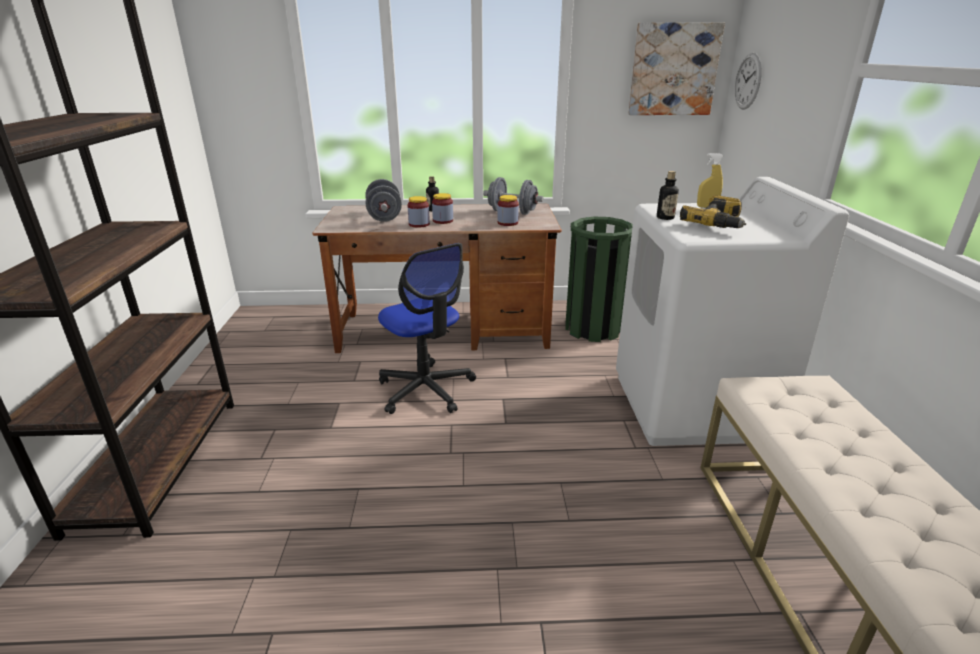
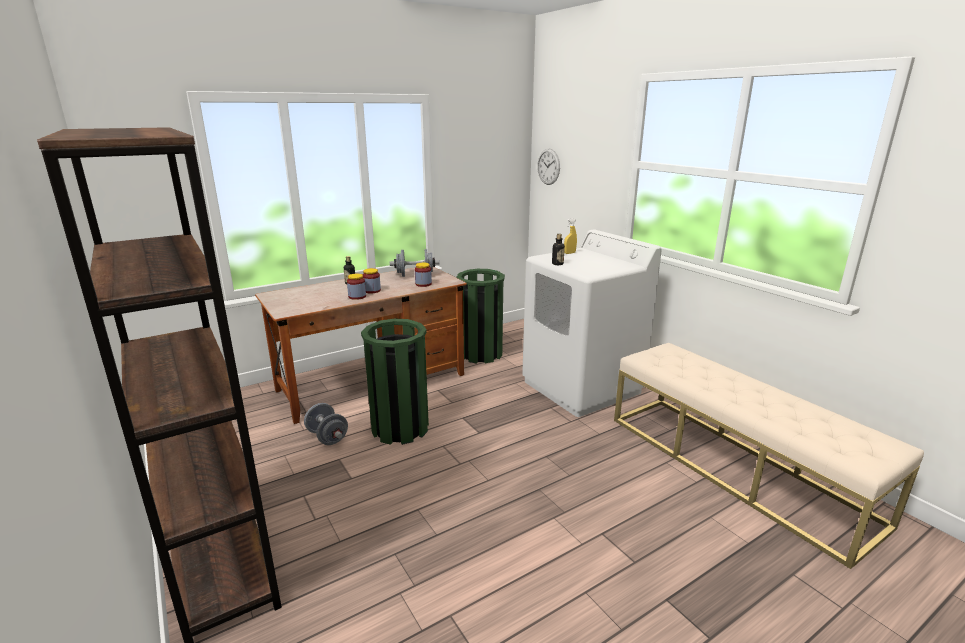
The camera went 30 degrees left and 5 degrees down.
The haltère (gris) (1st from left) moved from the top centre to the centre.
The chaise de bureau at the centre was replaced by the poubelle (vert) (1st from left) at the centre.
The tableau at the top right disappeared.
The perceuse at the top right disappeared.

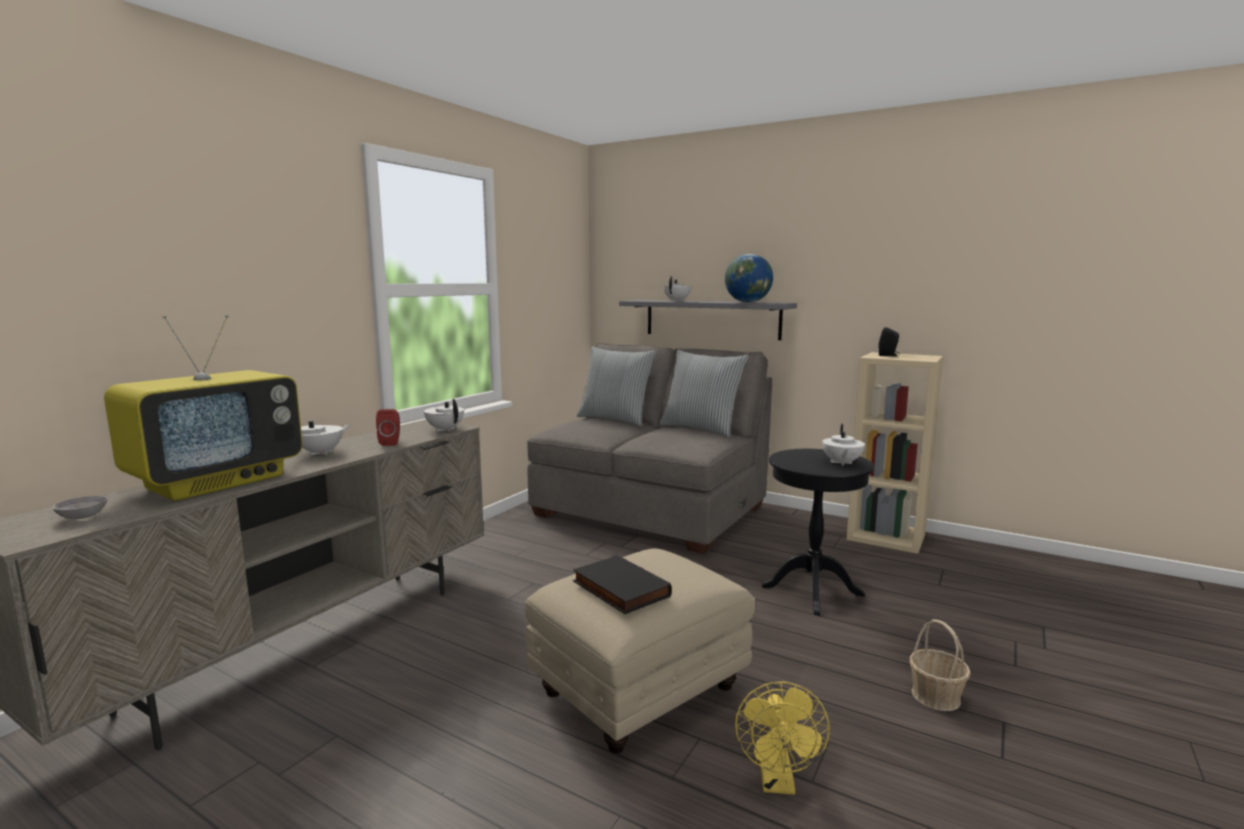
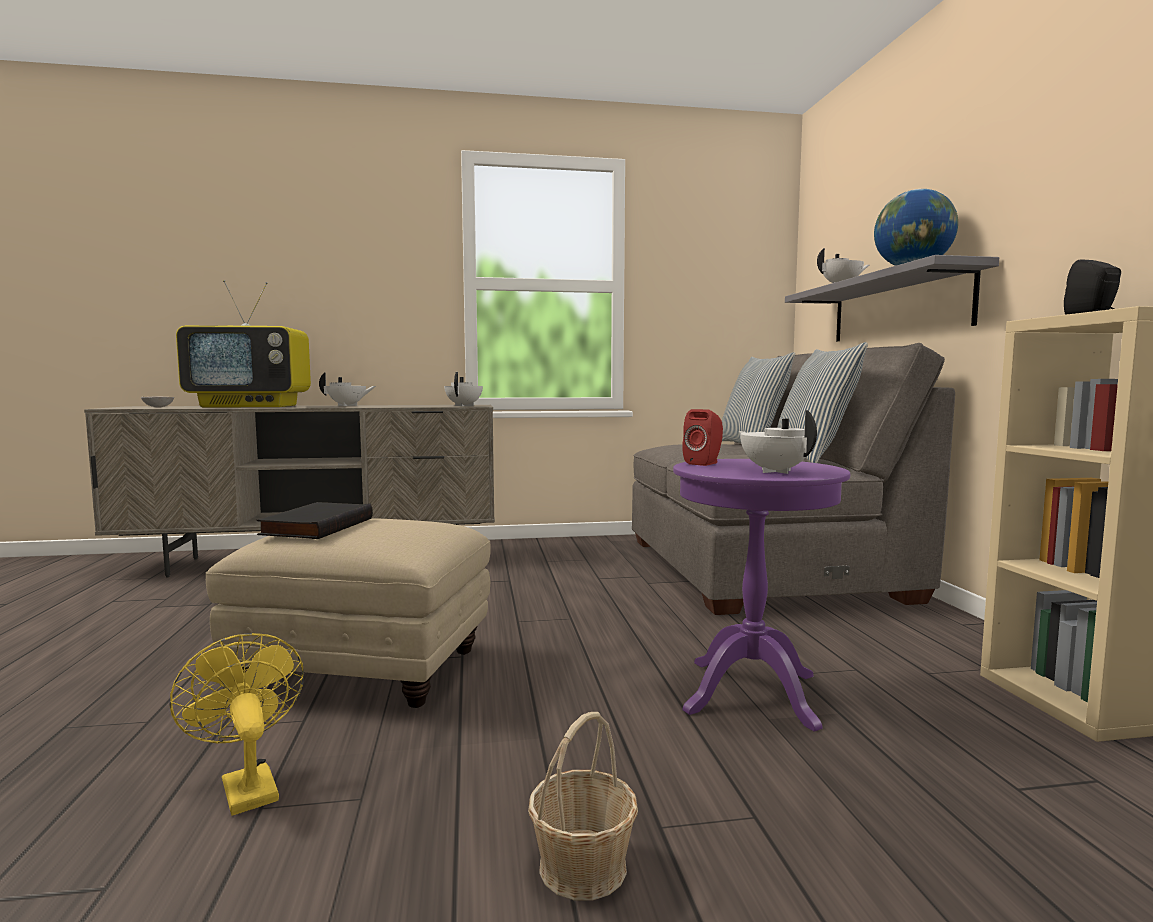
The camera went 50 degrees right and 5 degrees down.
The ventilateur (jaune) at the bottom centre turned 90 degrees clockwise.
The table d'appoint (noir) at the centre became the table d'appoint (violet) at the centre.
The enceinte (rouge) moved from the middle left to the centre.
The théière (blanc) (4th from left in the first image) at the middle right turned 90 degrees clockwise.

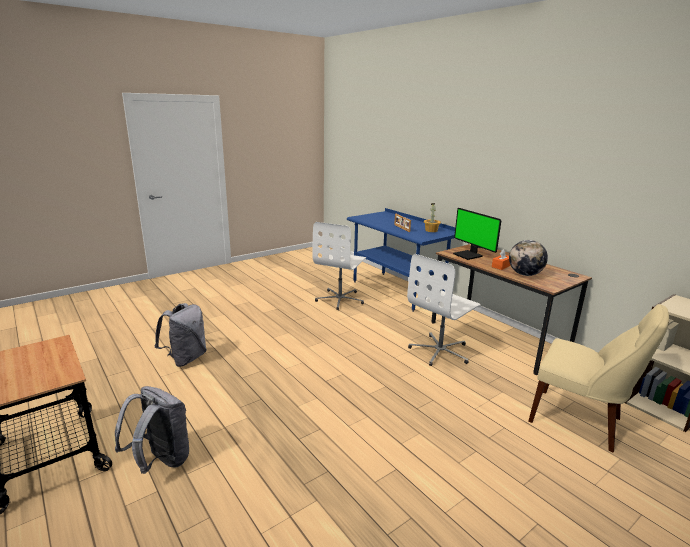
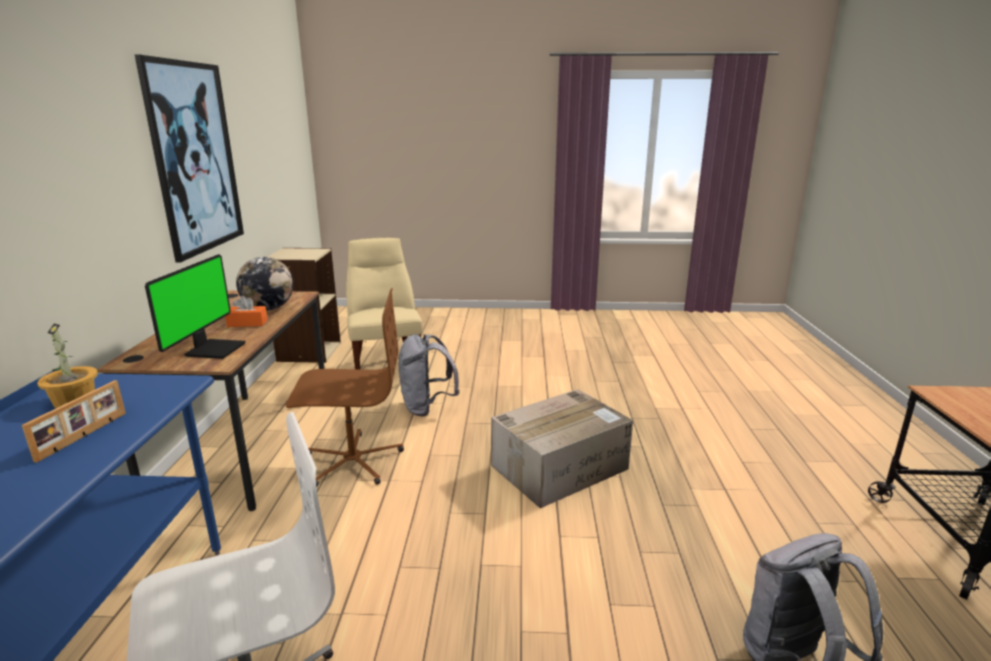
The camera went 140 degrees left and 0 degrees up.
The tableau at the top left appeared.
The chaise de bureau (blanc) (2nd from left) at the centre became the chaise de bureau (marron) at the centre.
The sac à dos (gris) (1st from left) moved from the bottom left to the centre.
The carton at the bottom centre appeared.

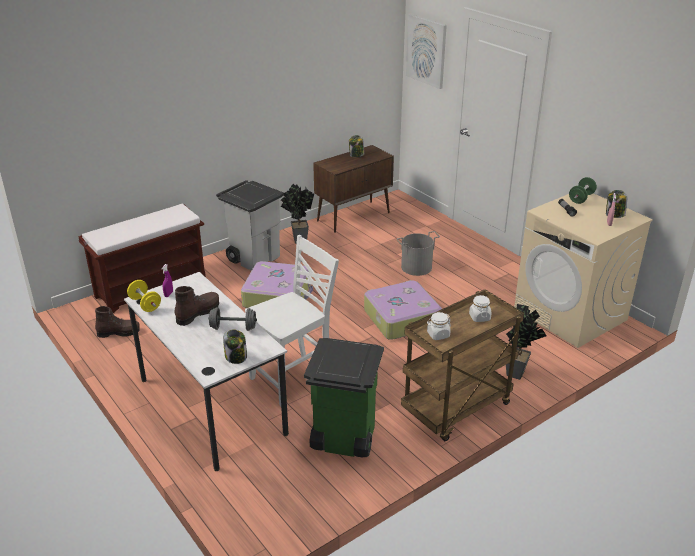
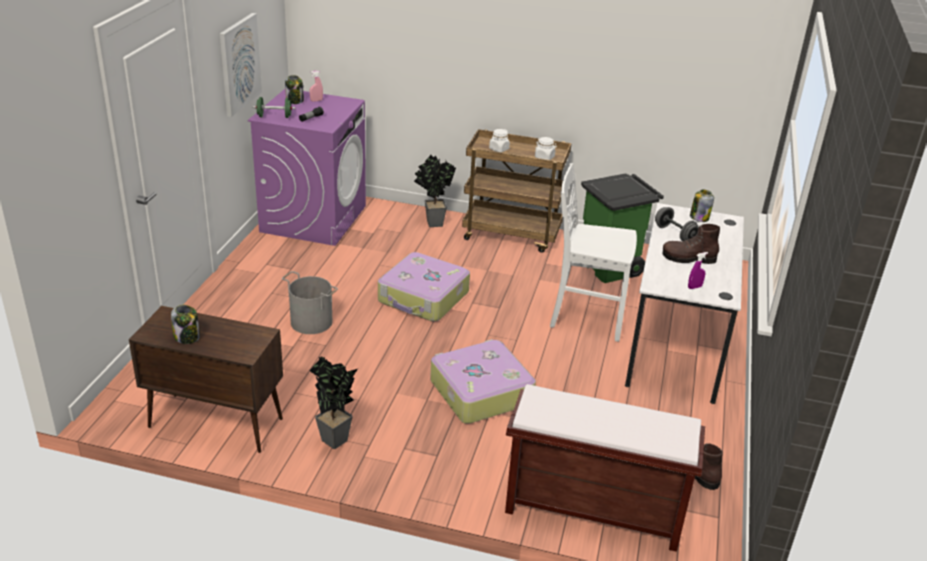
The camera went 130 degrees left and 0 degrees up.
The tableau moved from the top centre to the top left.
The lave-linge (beige) at the middle right became the lave-linge (violet) at the top left.
The haltère (jaune) at the middle left disappeared.
The poubelle (gris) at the centre disappeared.

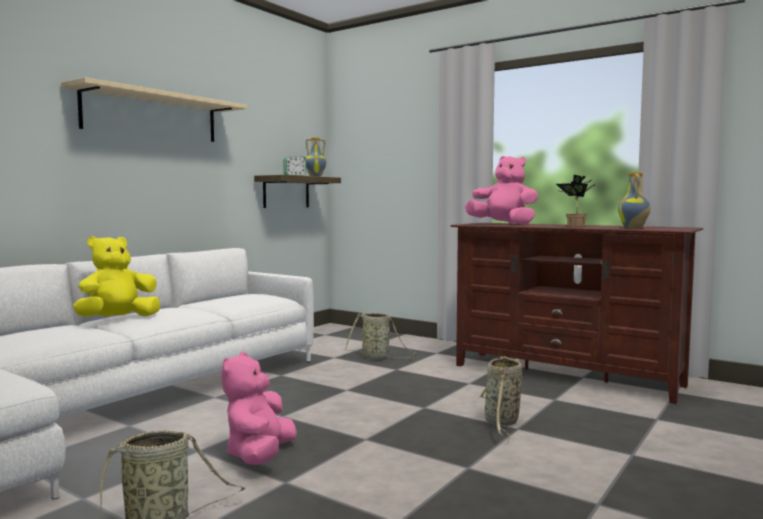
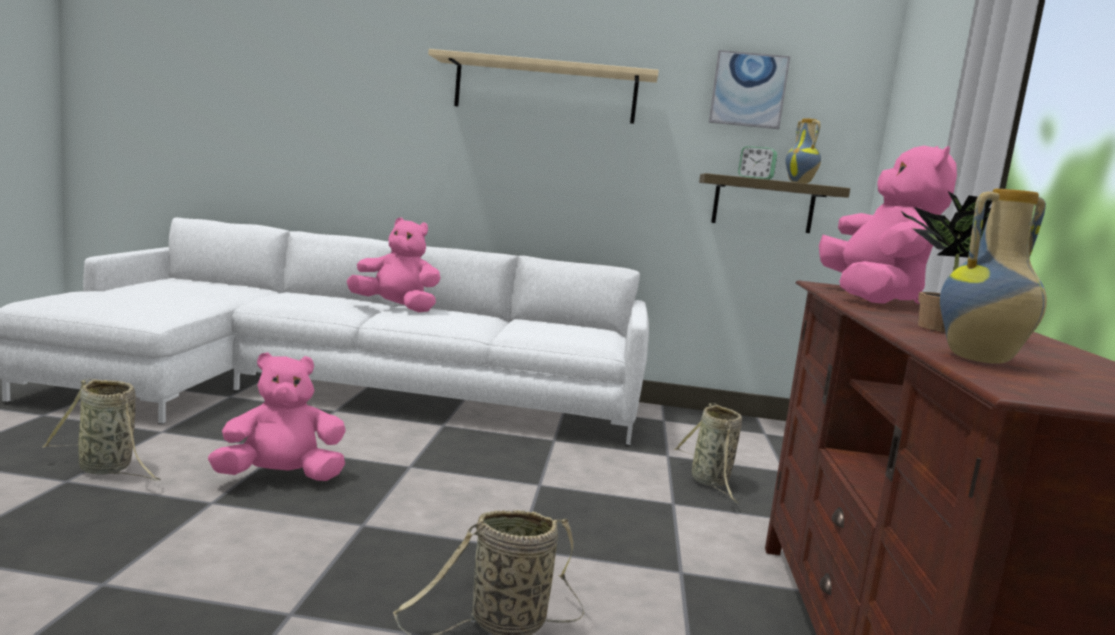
The camera went 60 degrees right and 5 degrees up.
The peluche (jaune) at the middle left became the peluche (rose) (2nd from left) at the centre.
The tableau at the top right appeared.

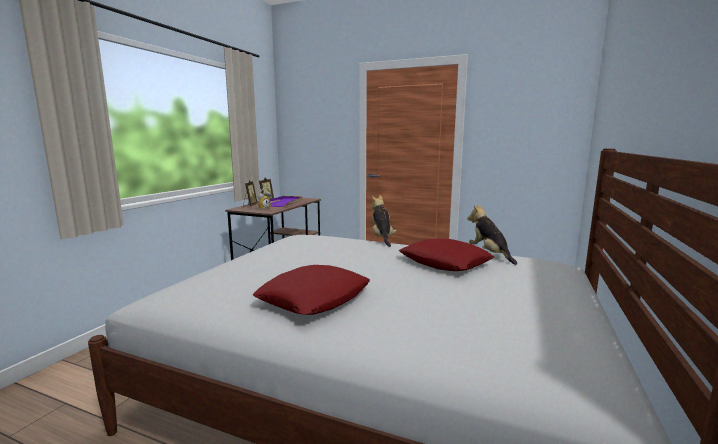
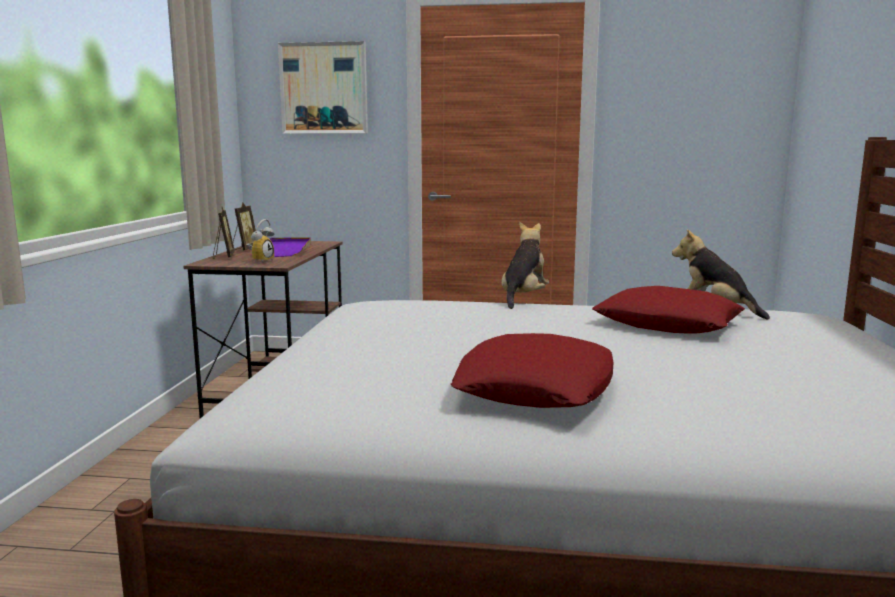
The camera went 15 degrees left and 0 degrees up.
The tableau at the top centre appeared.
The peluche (1st from left) at the centre turned 45 degrees clockwise.

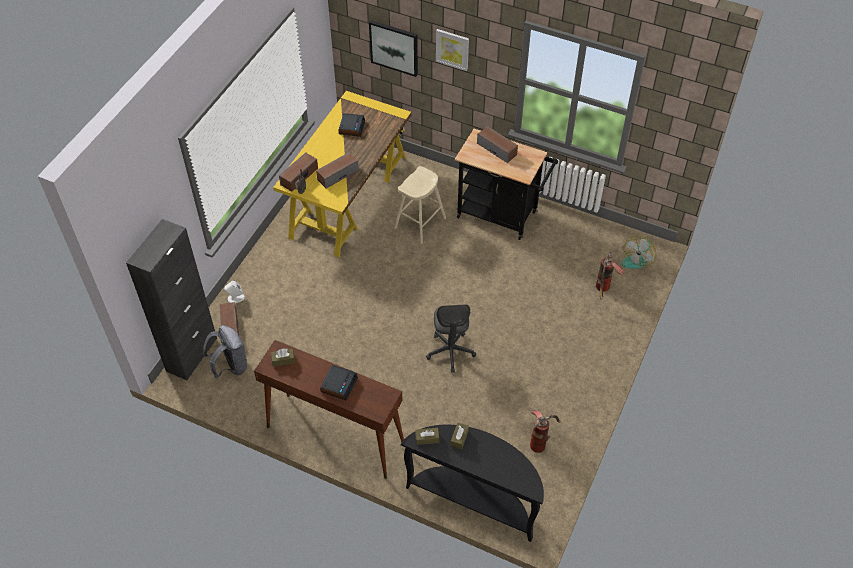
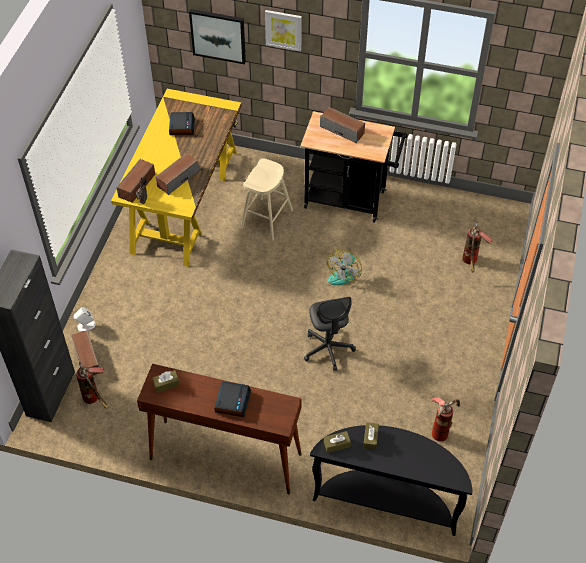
The camera went 10 degrees left and 0 degrees up.
The sac à dos (gris) at the middle left was replaced by the extincteur (1st from left) at the bottom left.
The ventilateur moved from the middle right to the centre.

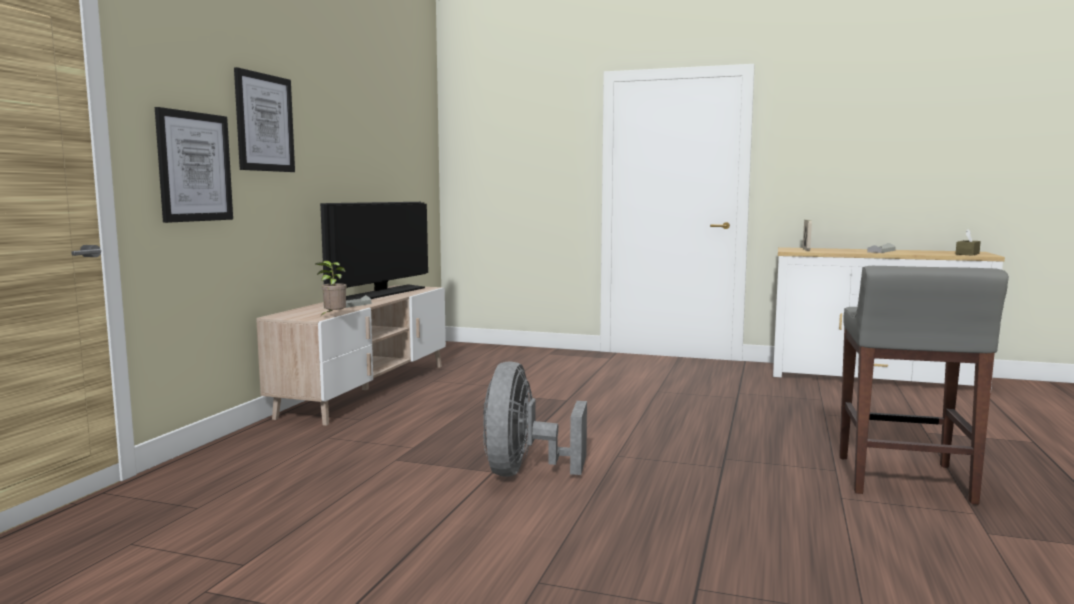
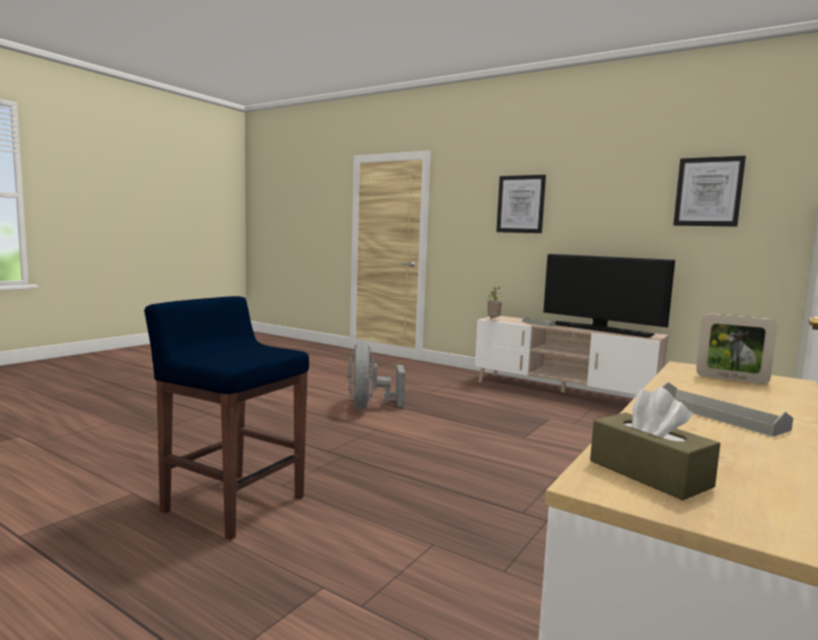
The camera went 105 degrees right and 0 degrees up.
The tabouret (gris) at the middle right became the tabouret (bleu) at the middle left.
The ventilateur (gris) at the bottom centre turned 120 degrees counterclockwise.
The tableau (1st from left in the first image) moved from the top left to the top right.

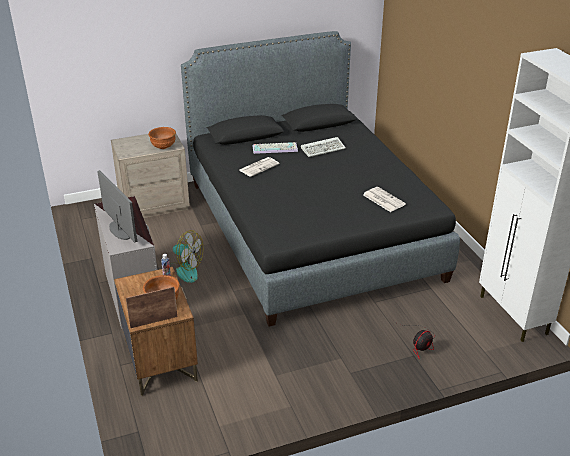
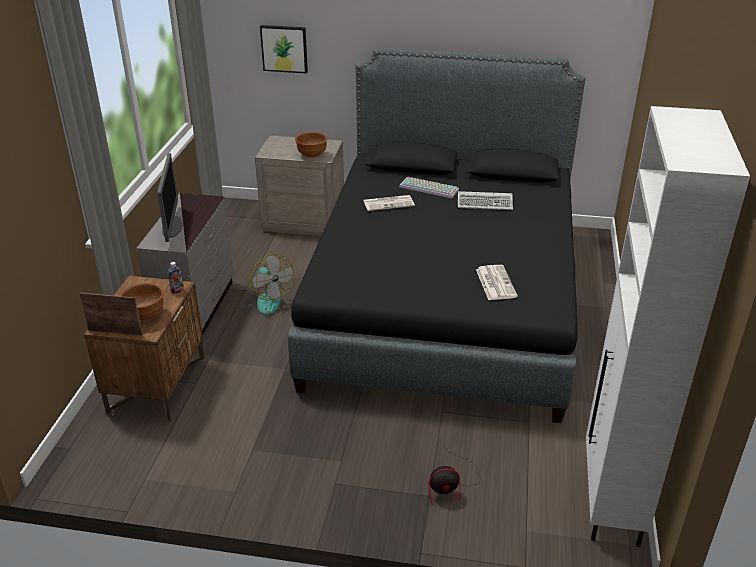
The camera went 30 degrees right and 0 degrees up.
The tableau at the top centre appeared.

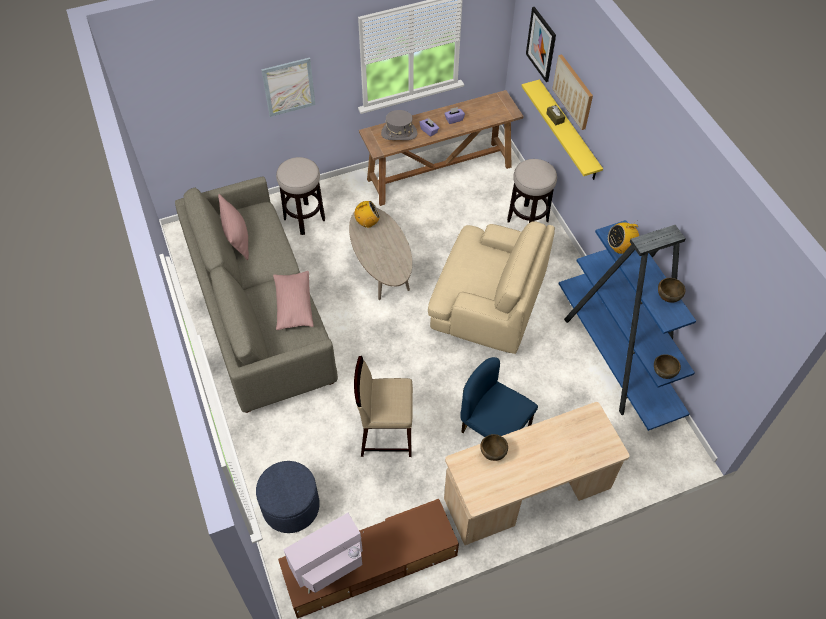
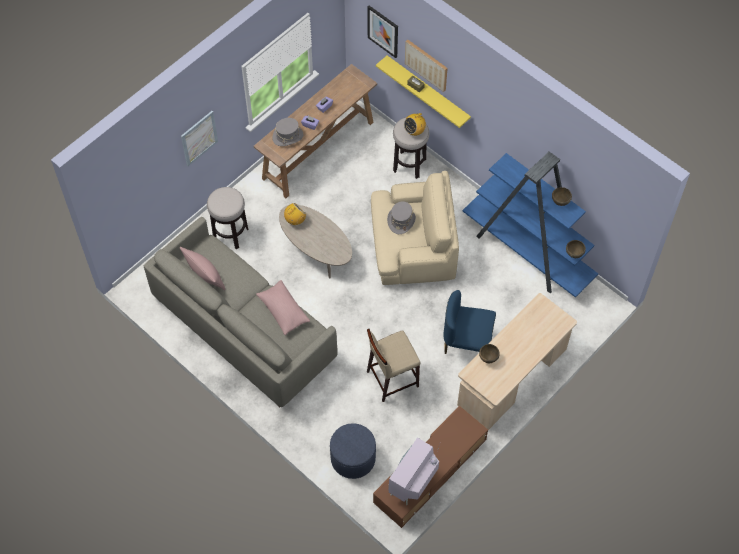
The camera went 25 degrees left and 5 degrees up.
The chapeau (gris) (2nd from left) at the centre appeared.
The radio (2nd from left) moved from the middle right to the top centre.

